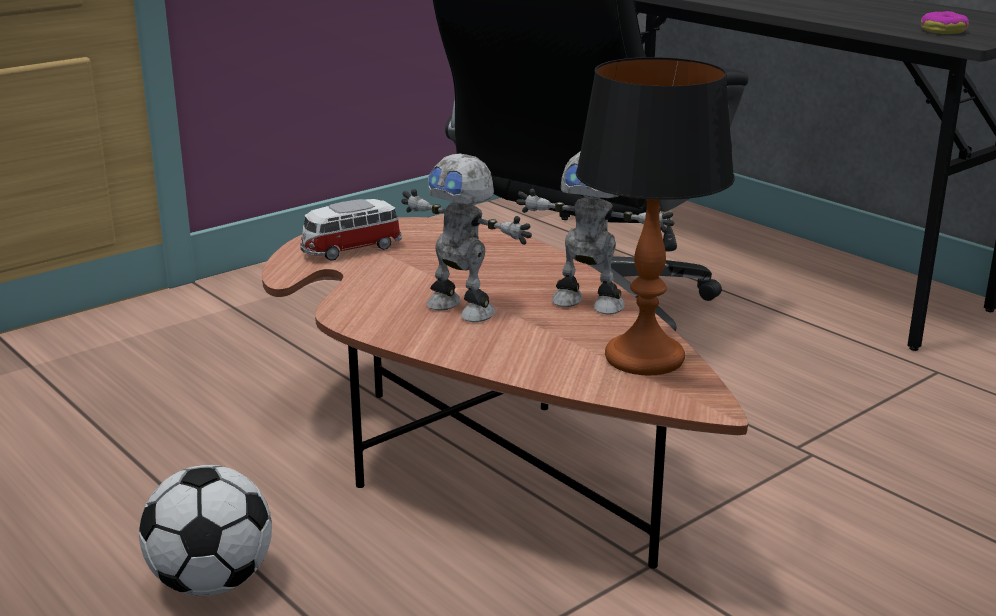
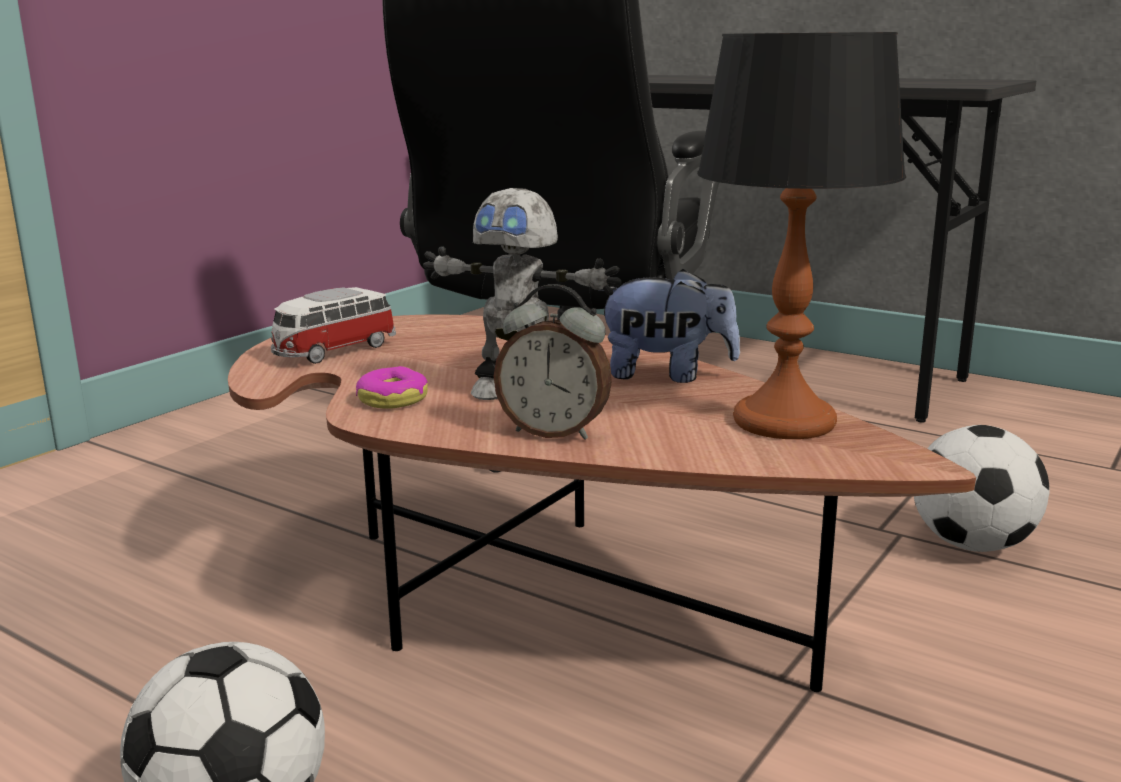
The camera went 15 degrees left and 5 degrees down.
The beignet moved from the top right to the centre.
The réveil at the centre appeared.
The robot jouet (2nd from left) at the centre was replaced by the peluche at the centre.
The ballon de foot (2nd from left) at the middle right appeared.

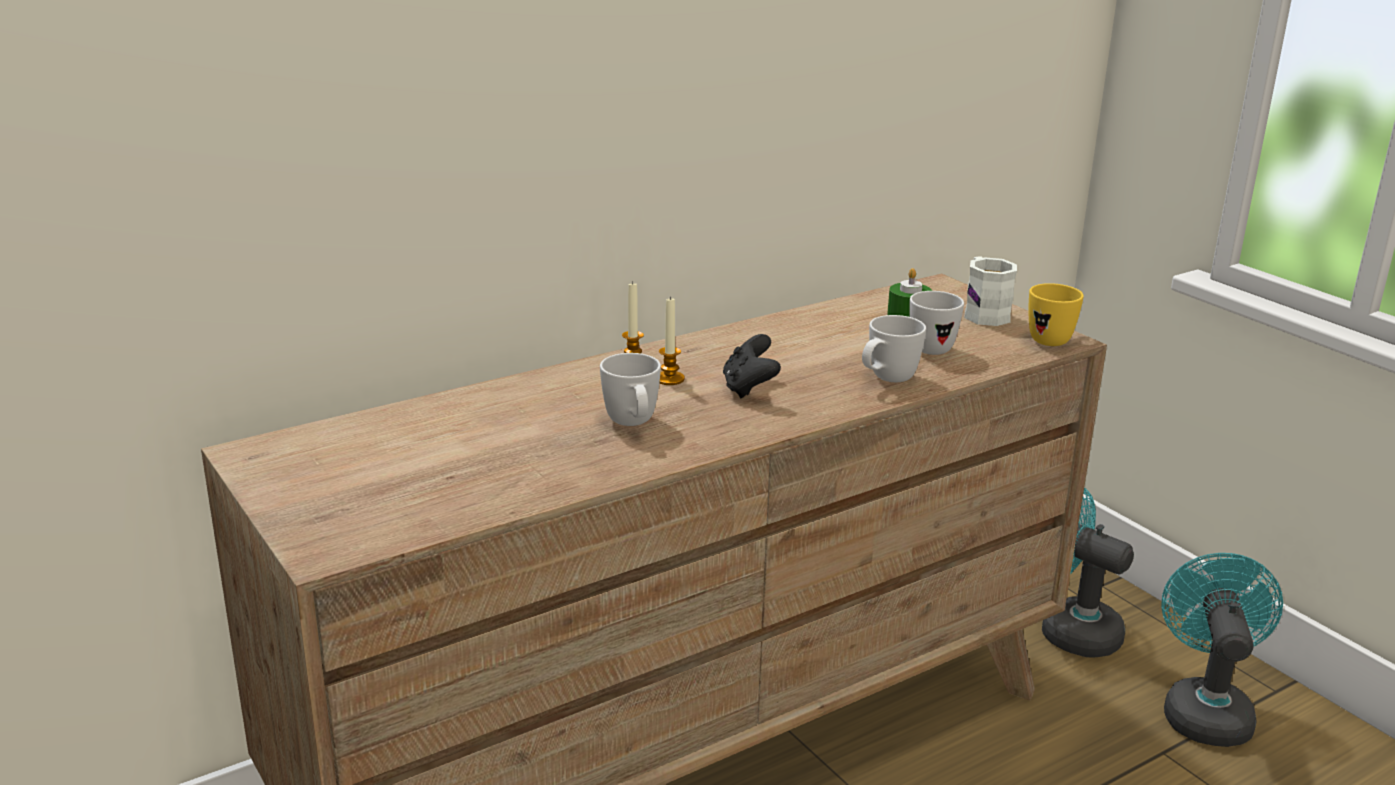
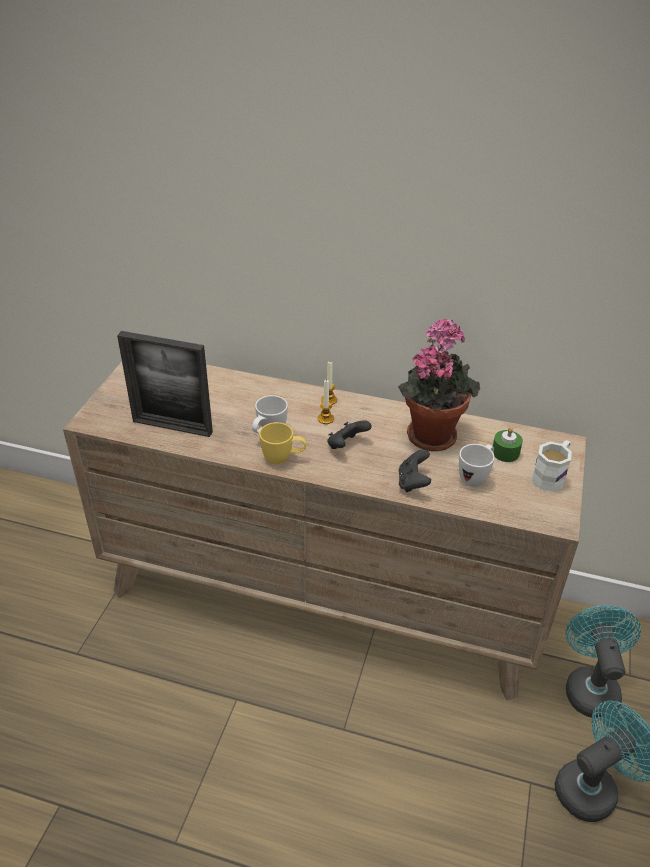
The camera went 50 degrees right and 15 degrees up.
The cadre photo at the middle left appeared.
The mug (jaune) moved from the middle right to the centre.
The plante en pot at the middle right appeared.
The mug (blanc) (2nd from left) at the centre was replaced by the manette (noir) (2nd from left) at the centre.

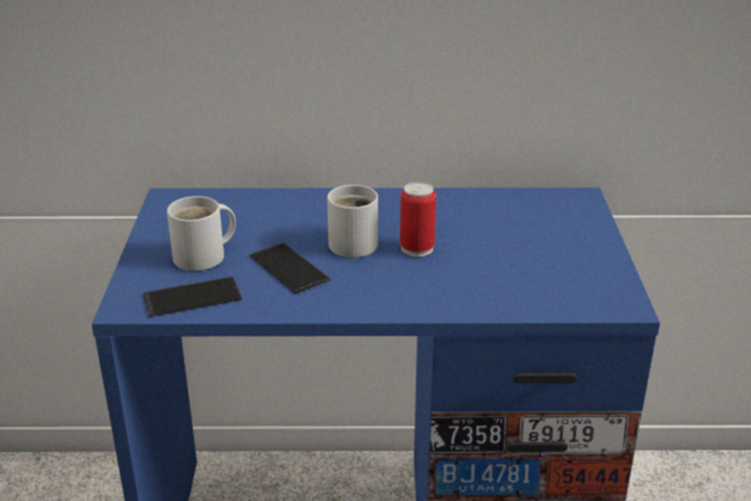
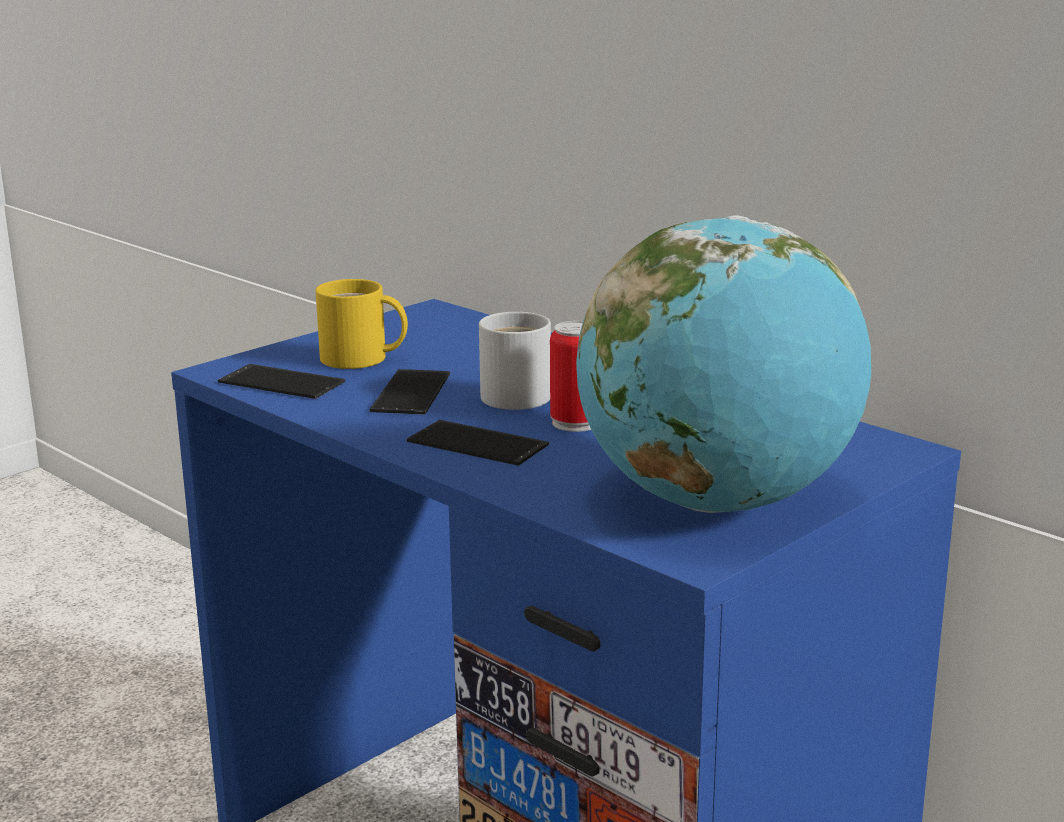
The camera went 45 degrees right and 10 degrees down.
The mug (blanc) (1st from left) at the middle left became the mug (jaune) at the centre.
The téléphone (3rd from left) at the centre appeared.
The globe at the middle right appeared.

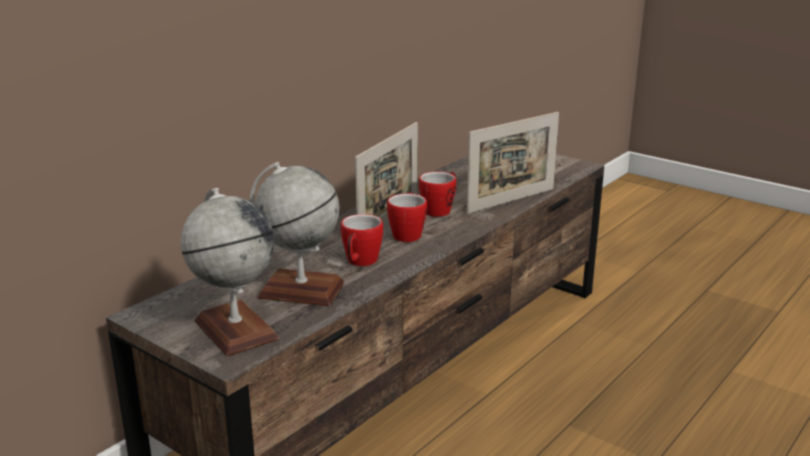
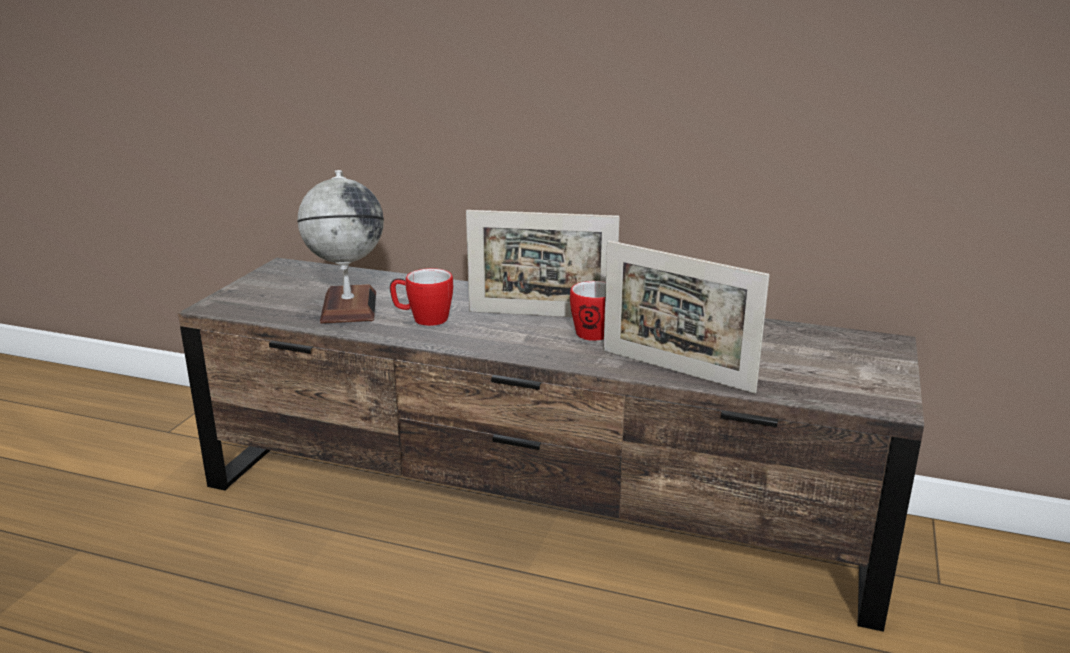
The camera went 70 degrees right and 0 degrees up.
The globe (1st from left) at the middle left disappeared.
The mug (2nd from left) at the centre disappeared.

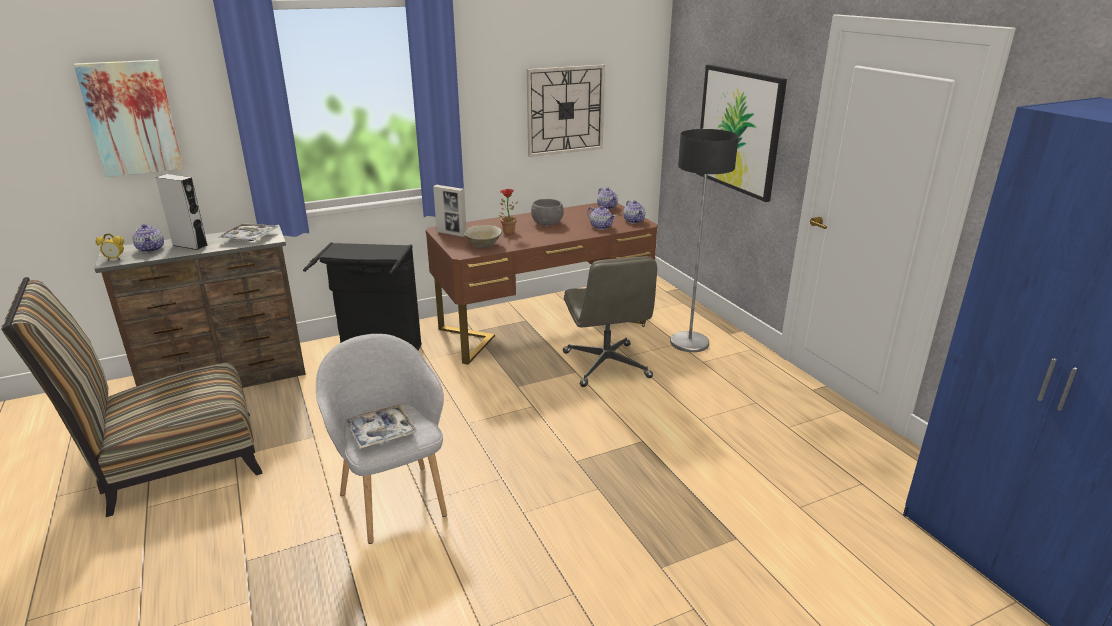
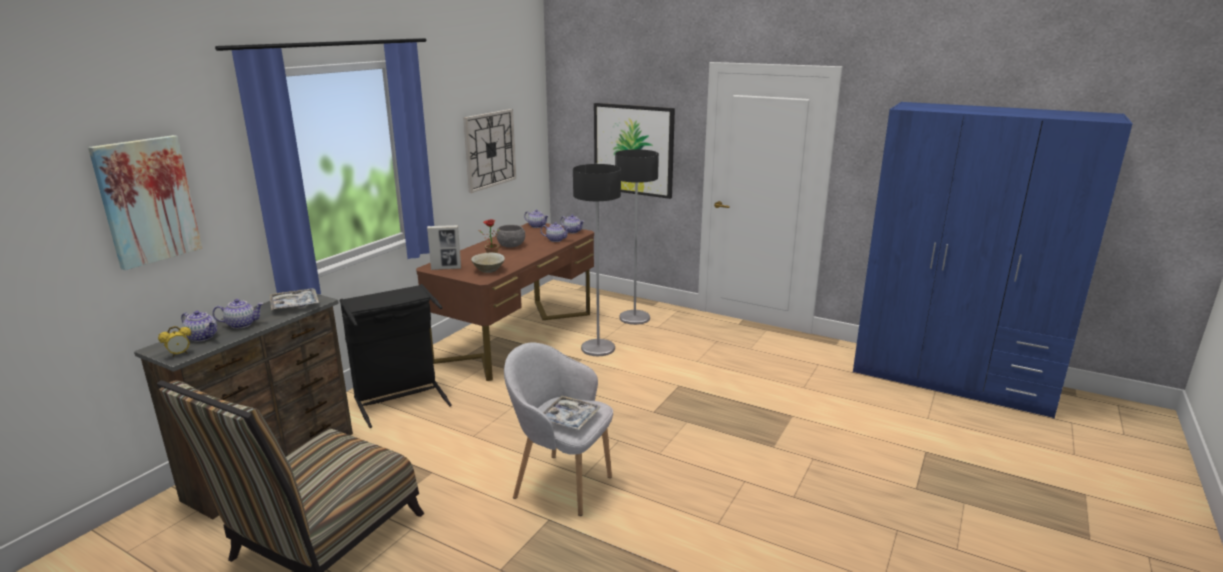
The camera went 35 degrees left and 5 degrees down.
The enceinte (gris) at the middle left was replaced by the théière (2nd from left) at the middle left.
The chaise de bureau (gris) at the centre was replaced by the lampadaire (1st from left) at the centre.

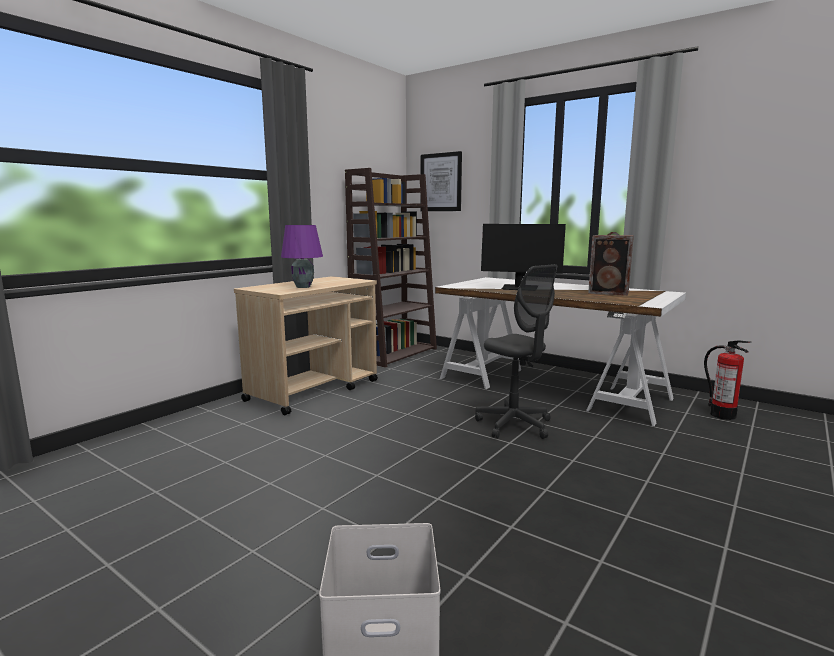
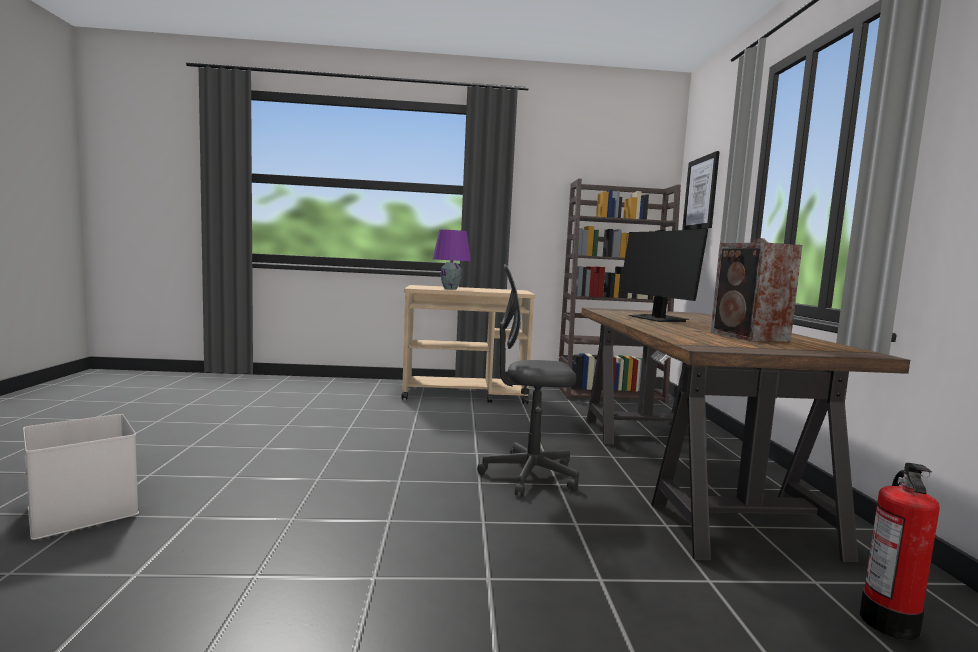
The camera went 50 degrees right and 5 degrees down.
The chaise de bureau (gris) at the centre turned 75 degrees clockwise.
The bureau (blanc) at the middle right became the bureau (marron) at the bottom right.

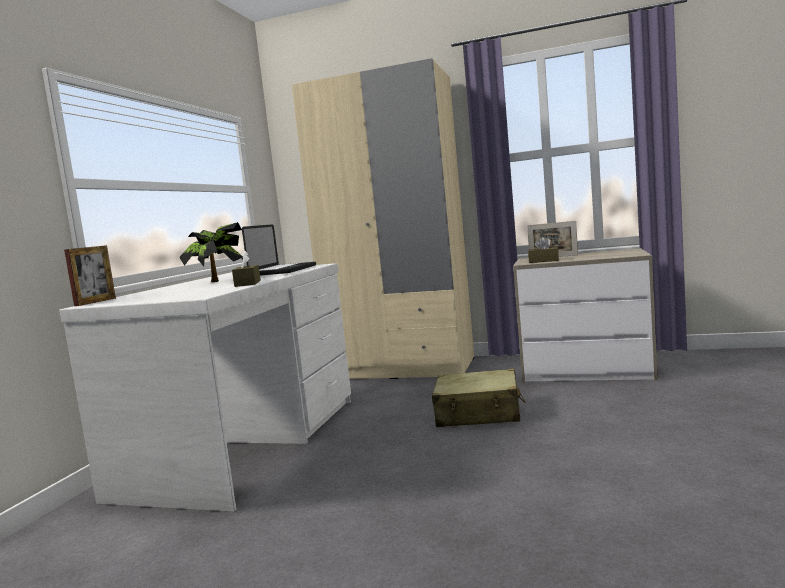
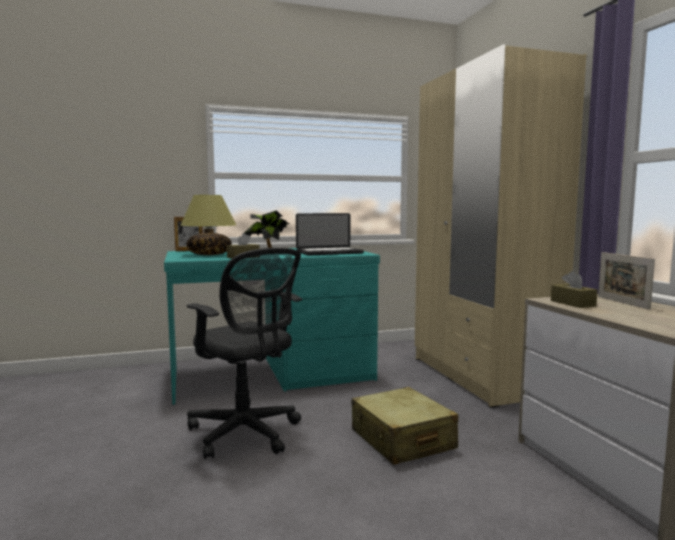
The camera went 55 degrees right and 0 degrees up.
The bureau (blanc) at the middle left became the bureau (turquoise) at the centre.
The lampe de table at the middle left appeared.
The chaise de bureau (noir) at the centre appeared.

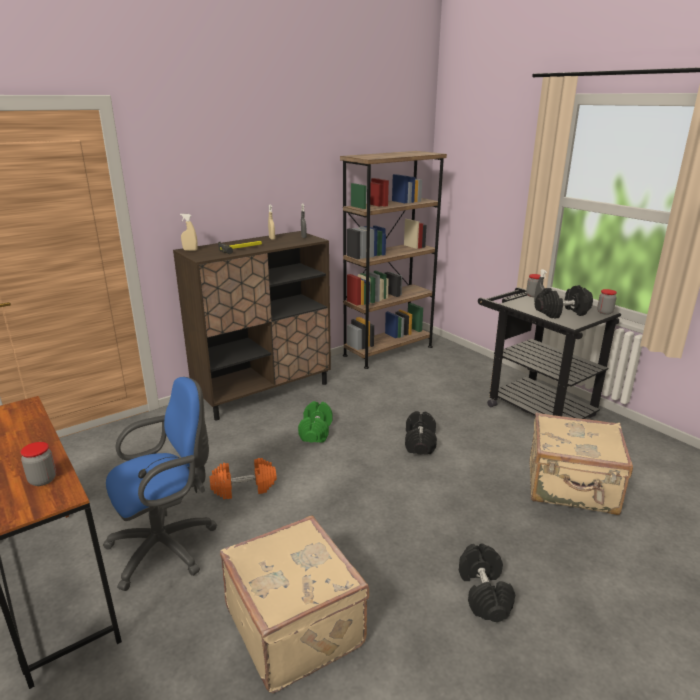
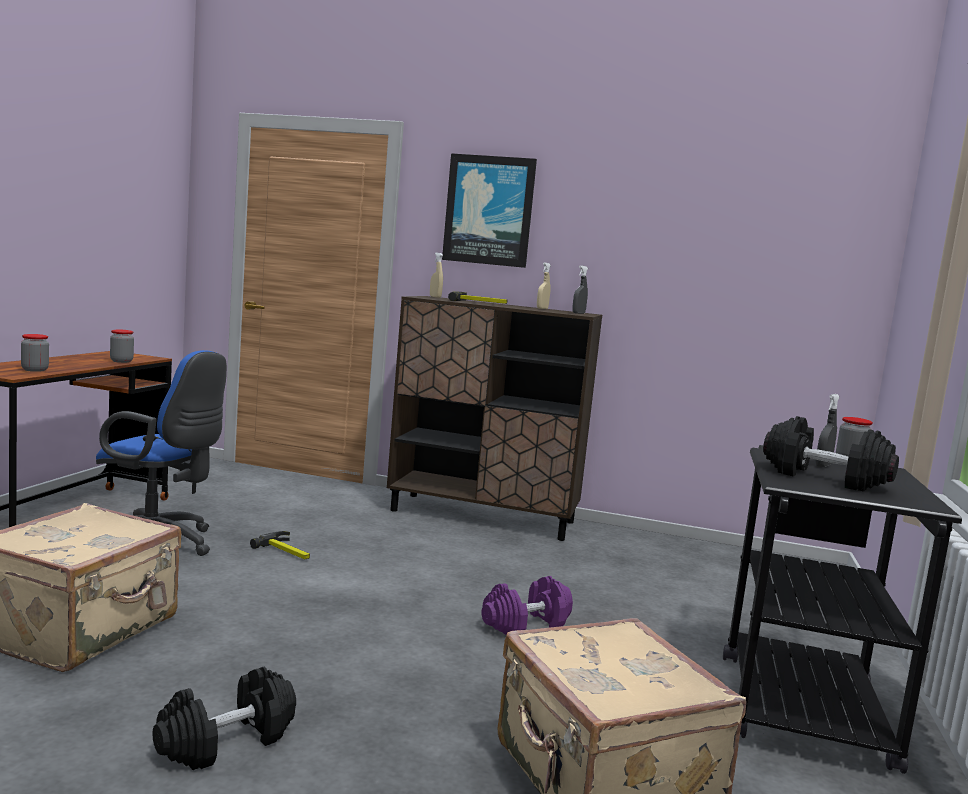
The camera went 50 degrees right and 15 degrees down.
The bocal (3rd from left in the first image) moved from the middle right to the middle left.
The haltère (orange) at the bottom centre was replaced by the marteau (1st from left) at the bottom left.
The tableau at the top centre appeared.
The haltère (noir) (1st from left) at the centre became the haltère (violet) at the bottom centre.
The haltère (vert) at the centre disappeared.
The bibliothèque (marron) at the centre disappeared.

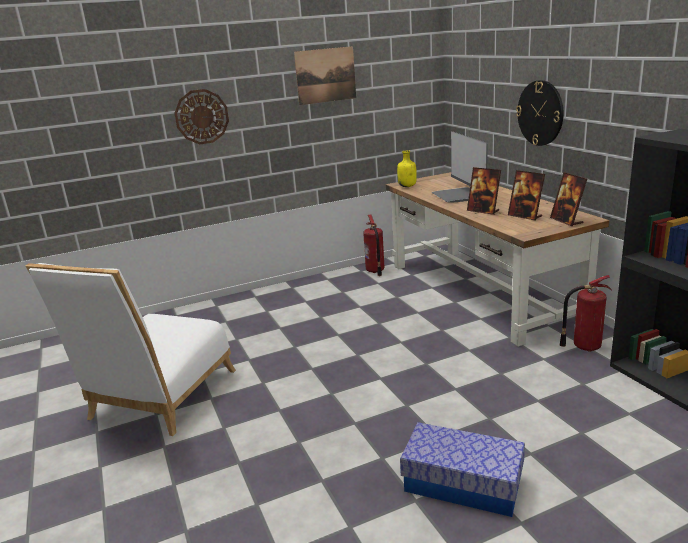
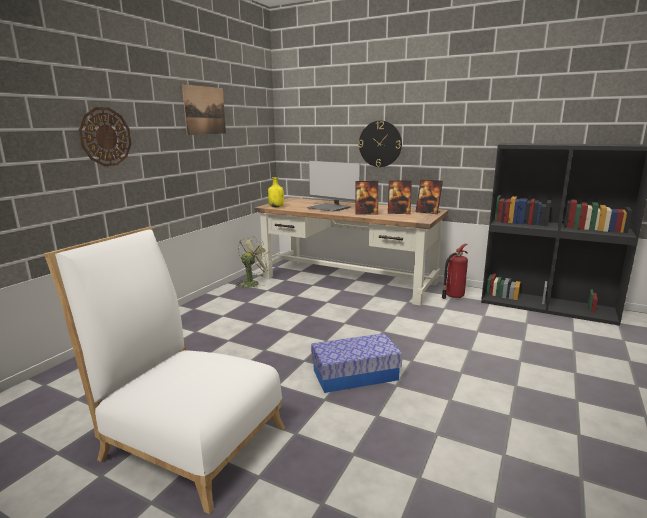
The camera went 40 degrees left and 5 degrees down.
The chaise (blanc) at the middle left turned 135 degrees clockwise.
The extincteur (1st from left) at the centre was replaced by the ventilateur (vert) at the centre.
The boîte de rangement moved from the bottom right to the bottom centre.

